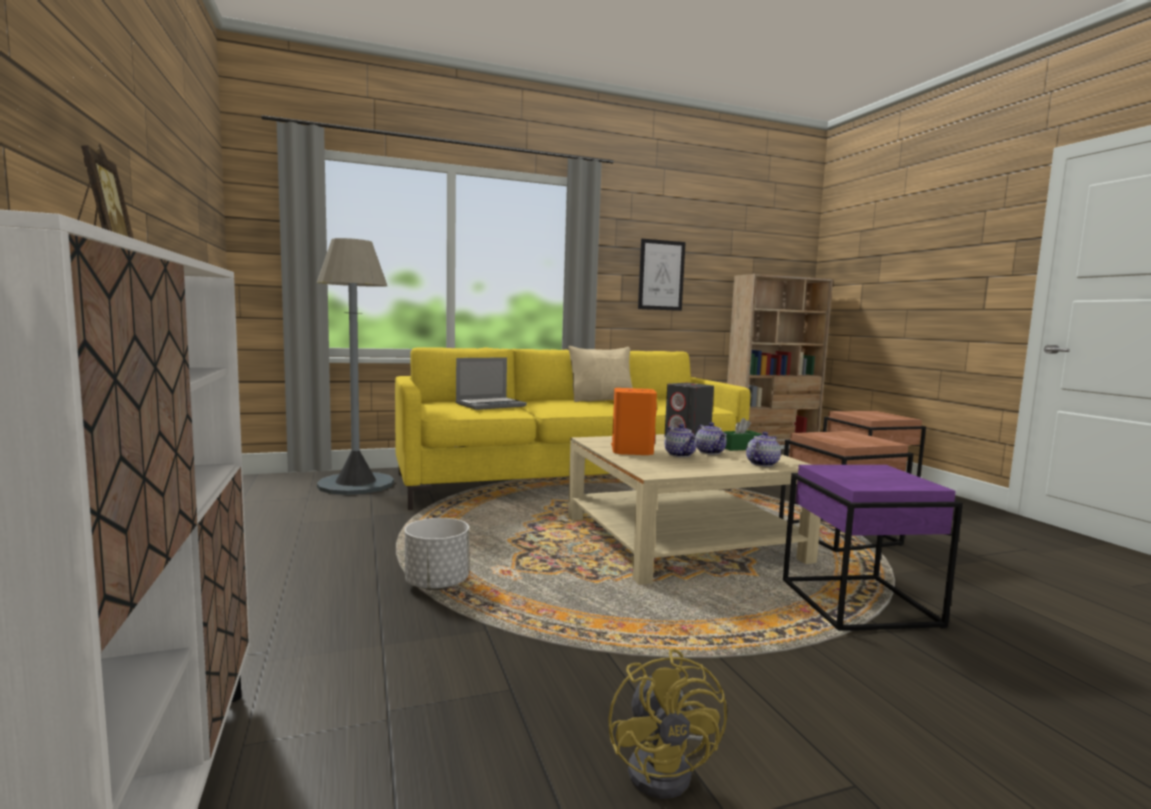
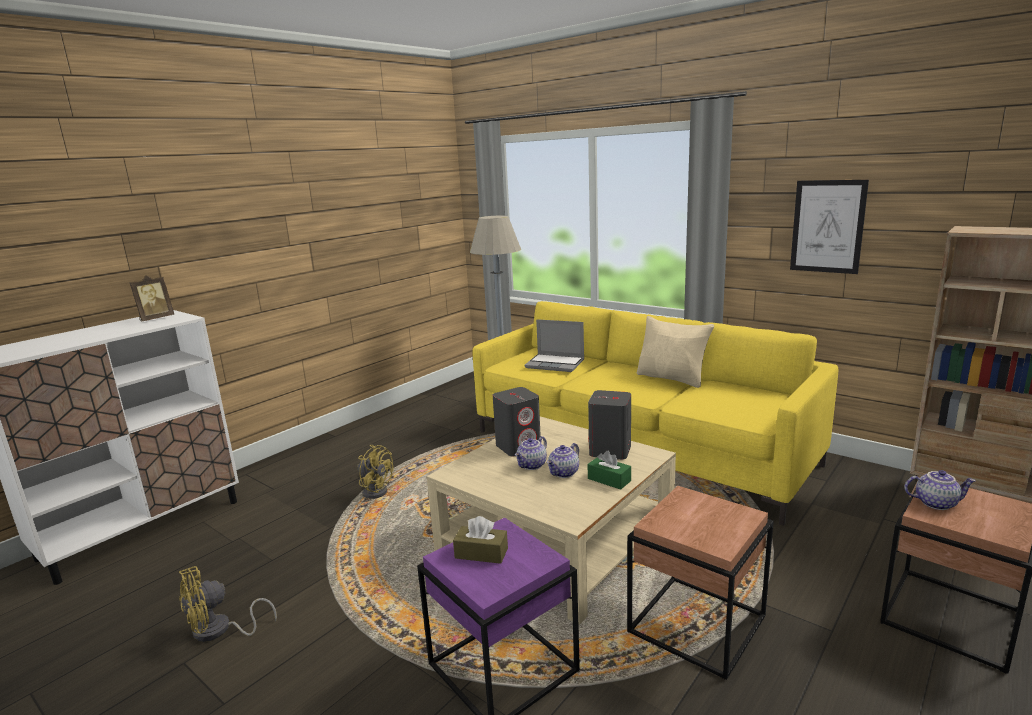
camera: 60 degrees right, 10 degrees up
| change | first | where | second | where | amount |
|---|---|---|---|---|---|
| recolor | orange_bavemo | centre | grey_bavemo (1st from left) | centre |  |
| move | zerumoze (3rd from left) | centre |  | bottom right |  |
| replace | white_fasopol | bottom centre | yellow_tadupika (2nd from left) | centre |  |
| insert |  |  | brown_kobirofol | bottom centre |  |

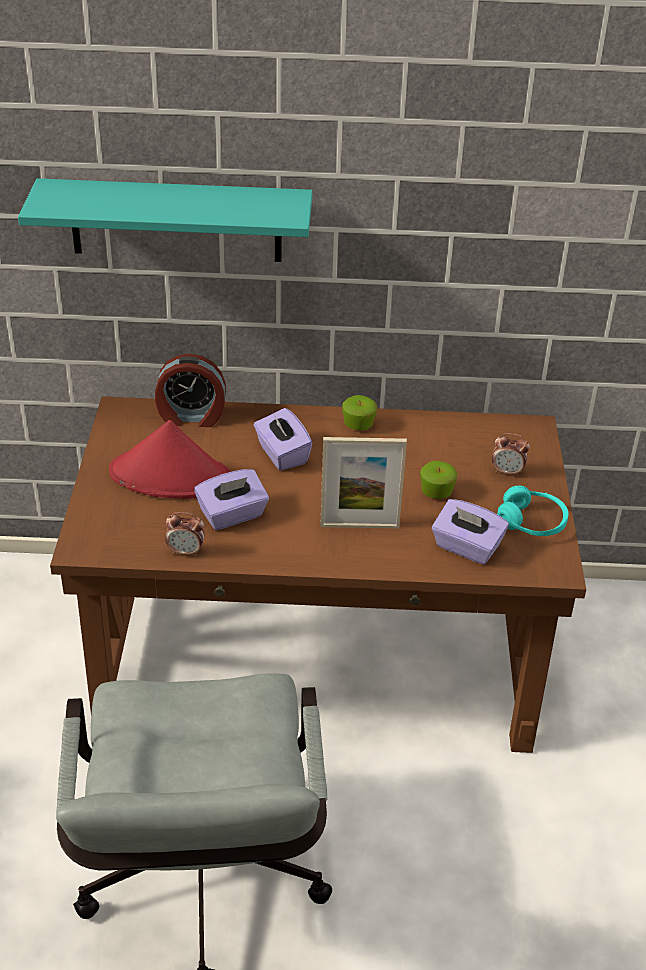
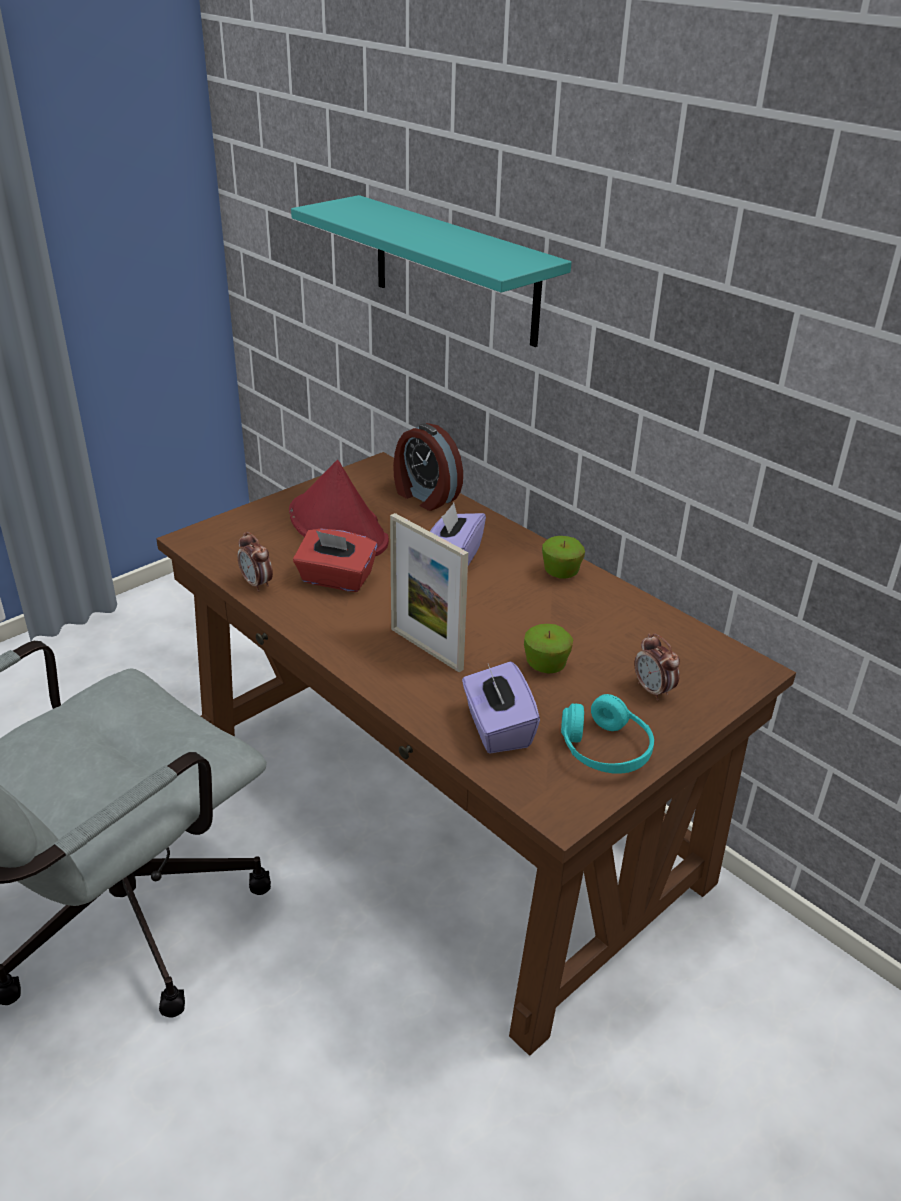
camera: 45 degrees right, 5 degrees down
| change | first | where | second | where | amount |
|---|---|---|---|---|---|
| recolor | purple_kobirofol (1st from left) | centre | red_kobirofol | centre |  |

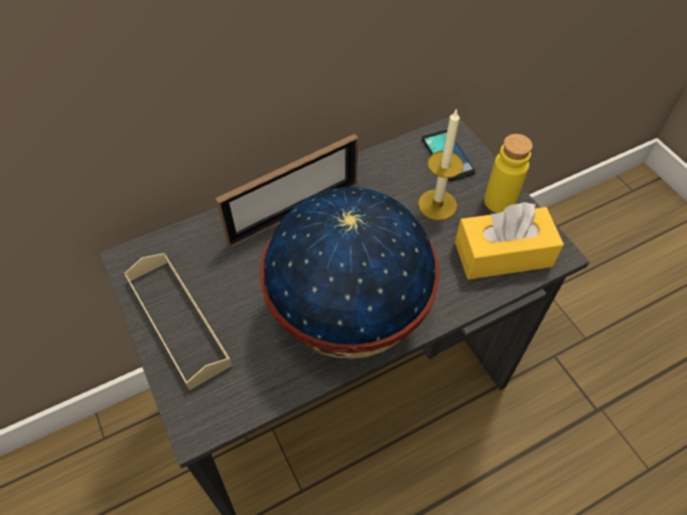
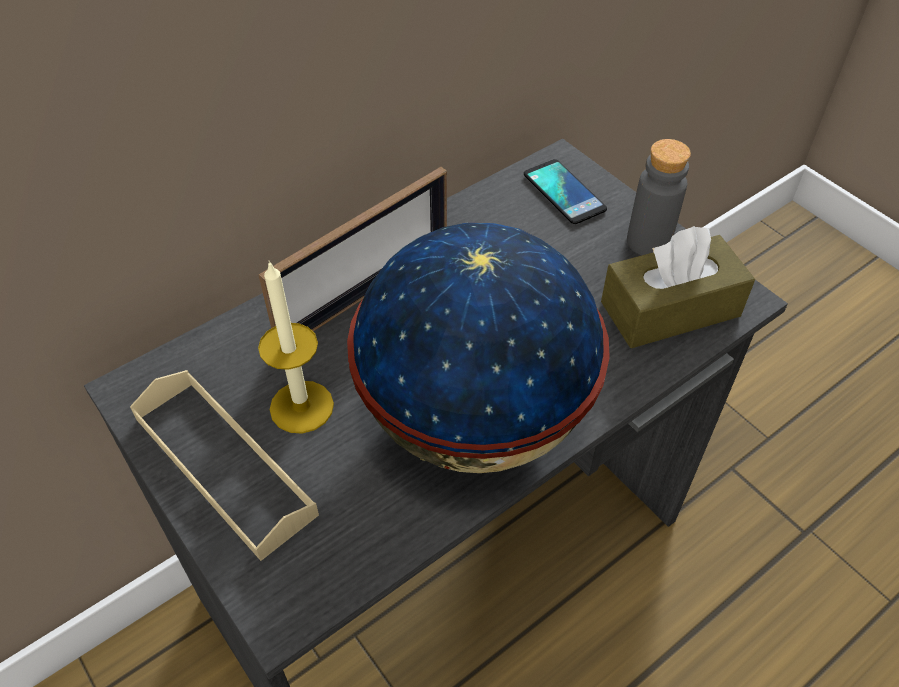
camera: 10 degrees left, 5 degrees down
| change | first | where | second | where | amount |
|---|---|---|---|---|---|
| move | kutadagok | top centre |  | middle left |  |
| recolor | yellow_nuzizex | middle right | grey_nuzizex | top right |  |
| recolor | yellow_kobirofol | middle right | brown_kobirofol | middle right |  |

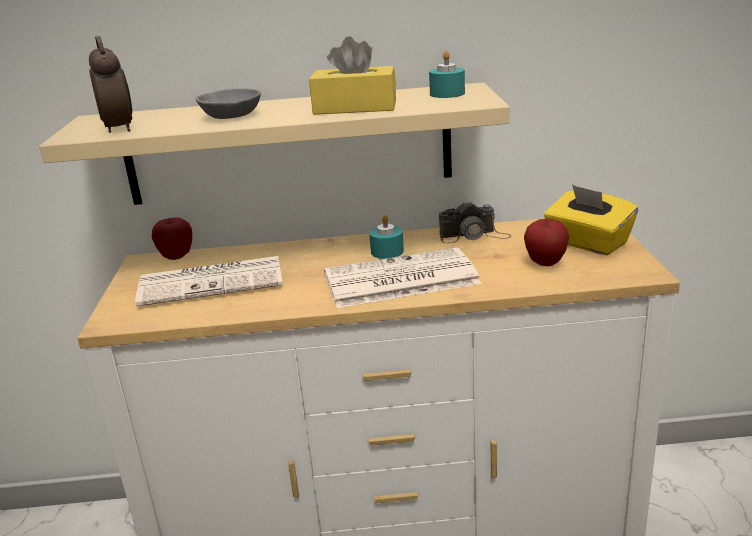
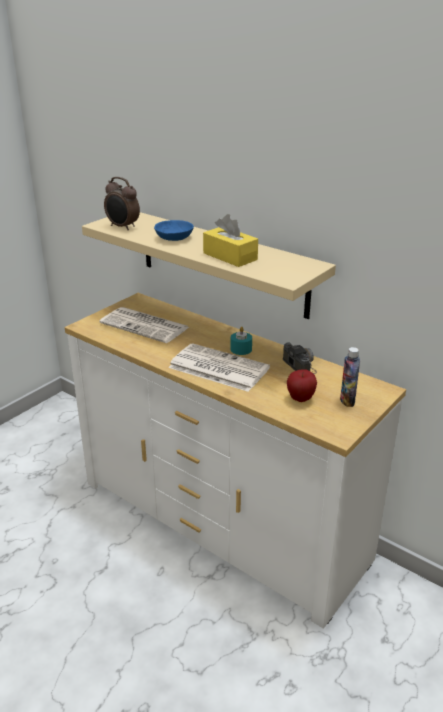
camera: 40 degrees right, 5 degrees up
| change | first | where | second | where | amount |
|---|---|---|---|---|---|
| rotate | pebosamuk | top left |  | top left | 105 degrees clockwise |
| delete | turquoise_kutadagok (2nd from left) | top centre |  |  |  |
| recolor | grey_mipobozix | top left | blue_mipobozix | top centre |  |
| replace | yellow_kobirofol (2nd from left) | middle right | nuzizex | middle right |  |
| rotate | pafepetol | centre |  | middle right | 150 degrees counterclockwise |
| delete | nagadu (1st from left) | middle left |  |  |  |

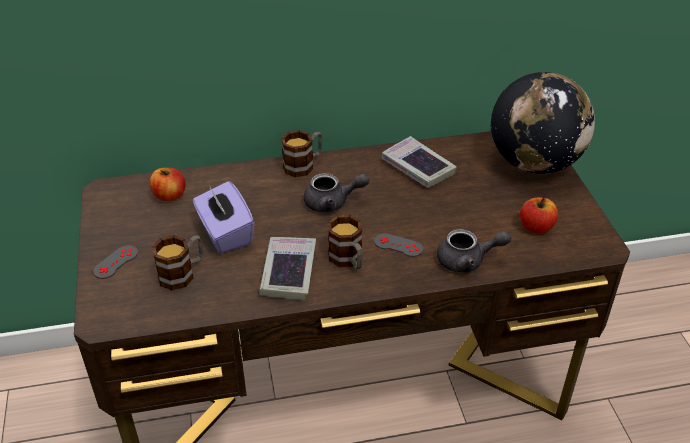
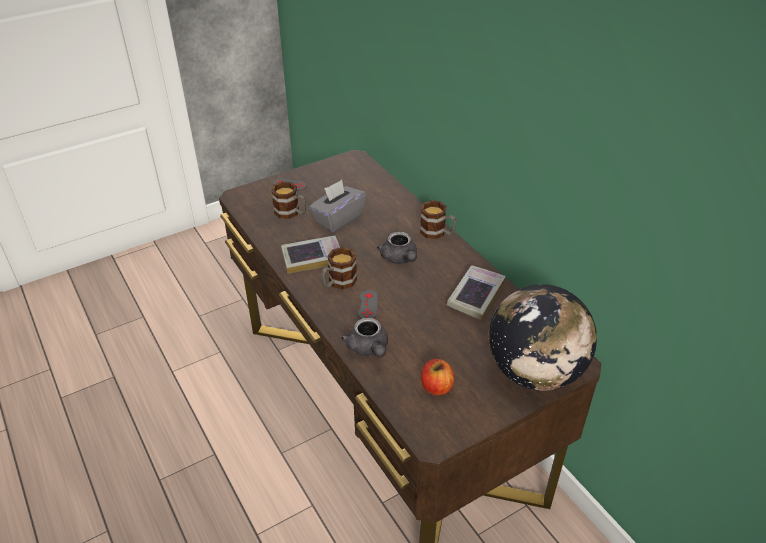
camera: 70 degrees right, 0 degrees up
| change | first | where | second | where | amount |
|---|---|---|---|---|---|
| delete | nagadu (1st from left) | middle left |  |  |  |
| recolor | purple_kobirofol | middle left | grey_kobirofol | centre |  |

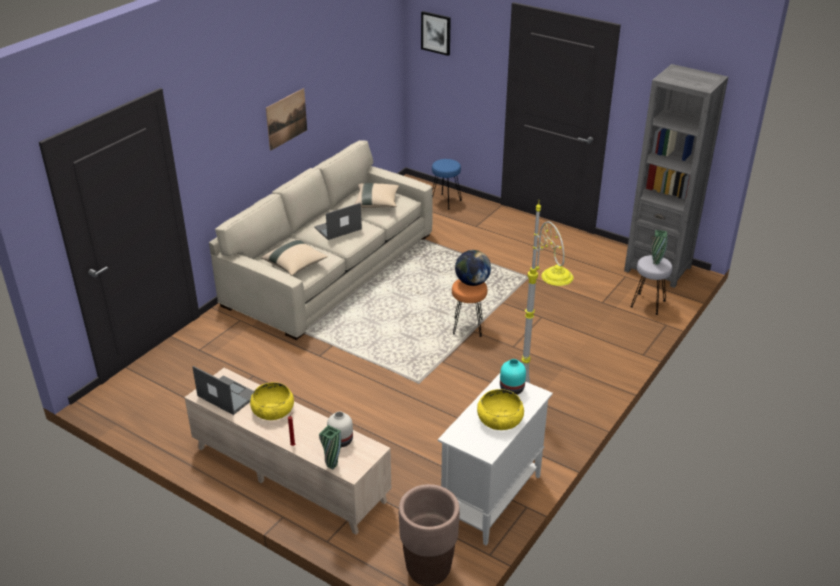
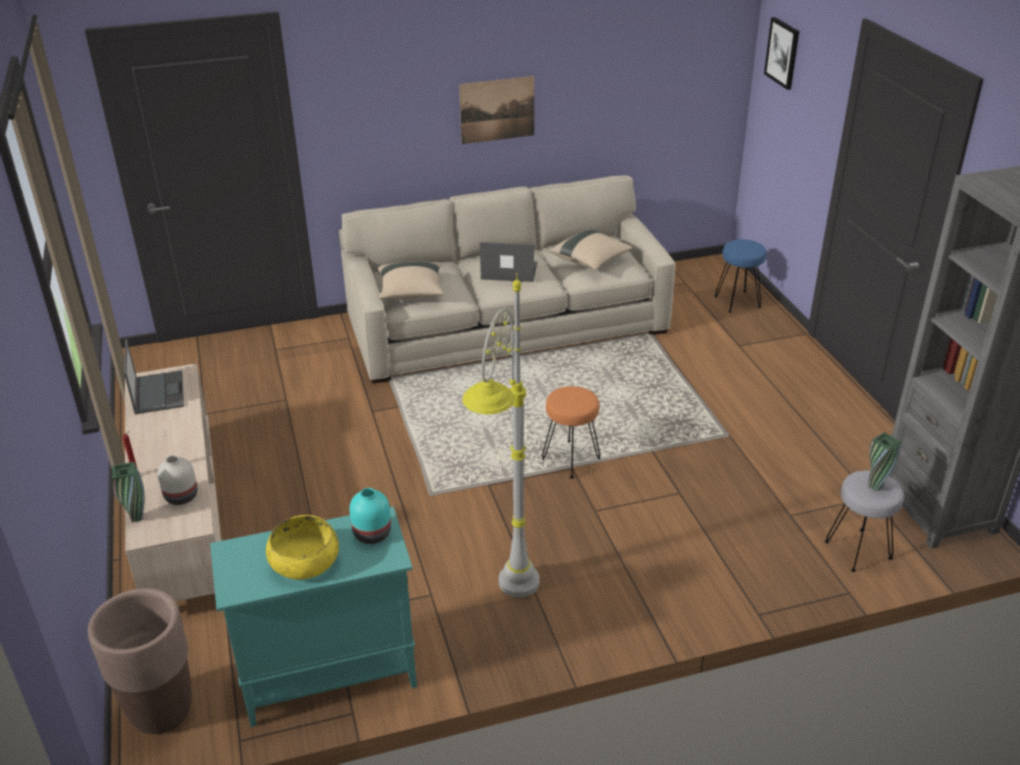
camera: 40 degrees right, 0 degrees up
| change | first | where | second | where | amount |
|---|---|---|---|---|---|
| delete | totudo | centre |  |  |  |
| recolor | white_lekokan | bottom centre | turquoise_lekokan | bottom left |  |
| delete | yellow_mipobozix (1st from left) | bottom left |  |  |  |

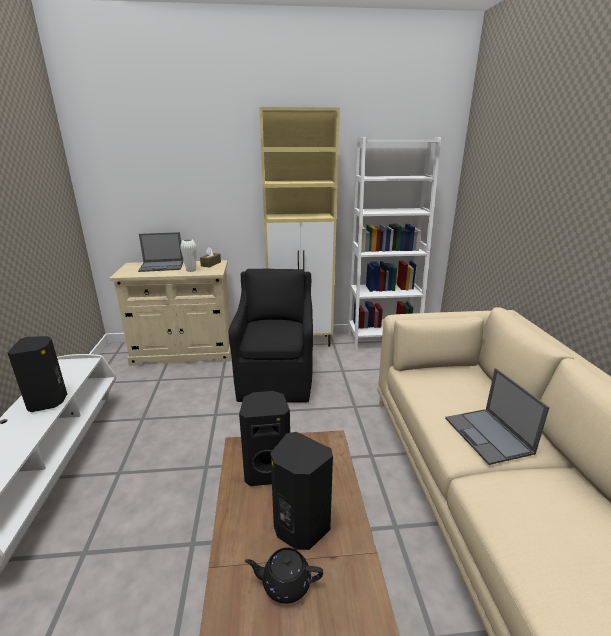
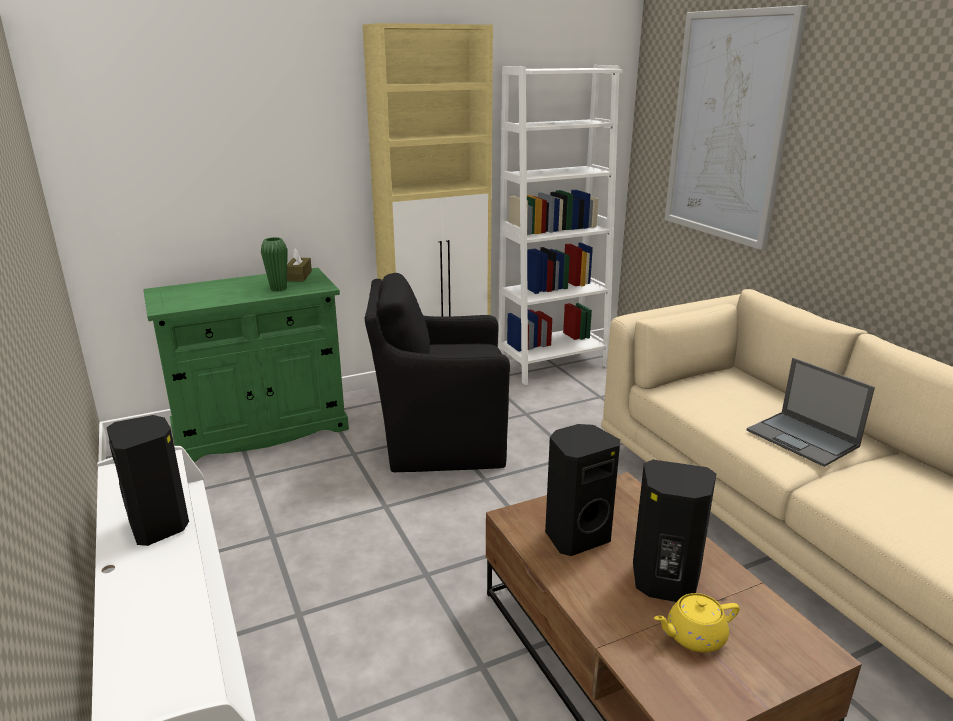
camera: 20 degrees left, 0 degrees up
| change | first | where | second | where | amount |
|---|---|---|---|---|---|
| delete | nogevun (1st from left) | middle left |  |  |  |
| recolor | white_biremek | middle left | green_biremek | middle left |  |
| recolor | beige_lekokan (1st from left) | middle left | green_lekokan | middle left |  |
| rotate | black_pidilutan | centre |  | centre | 75 degrees counterclockwise |
| recolor | black_zerumoze | bottom centre | yellow_zerumoze | bottom right |  |
| insert |  |  | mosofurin | top right |  |

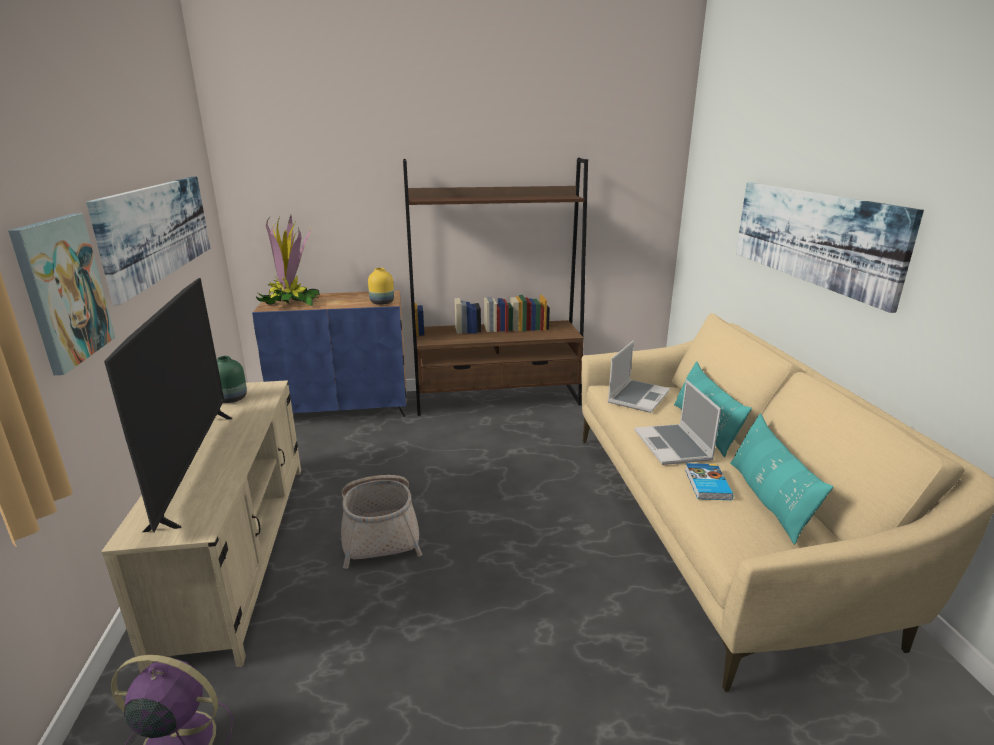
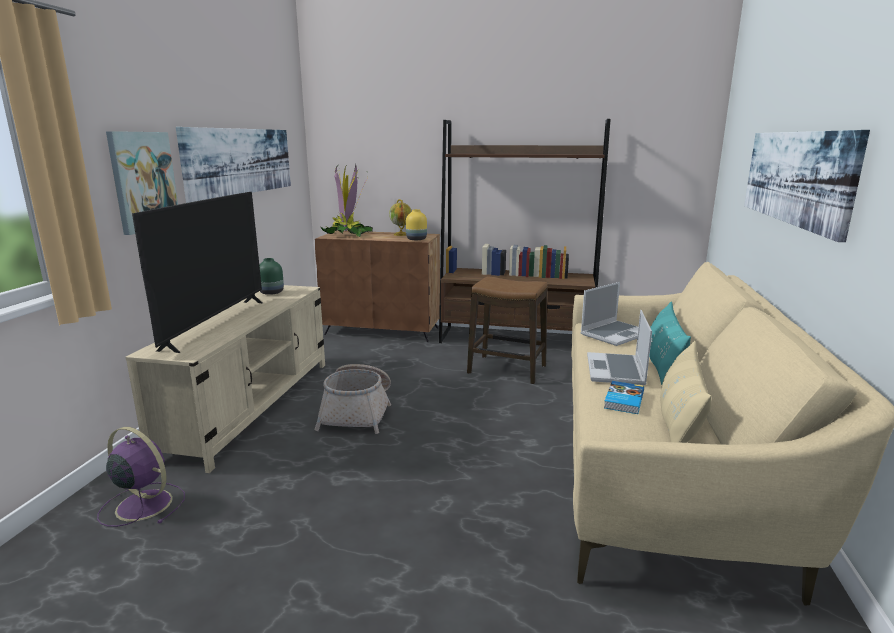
camera: 20 degrees right, 5 degrees down
| change | first | where | second | where | amount |
|---|---|---|---|---|---|
| recolor | blue_lekokan | middle left | brown_lekokan | centre |  |
| recolor | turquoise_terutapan (2nd from left) | middle right | beige_terutapan | middle right |  |
| insert |  |  | totudo | centre |  |
| insert |  |  | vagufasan | centre |  |

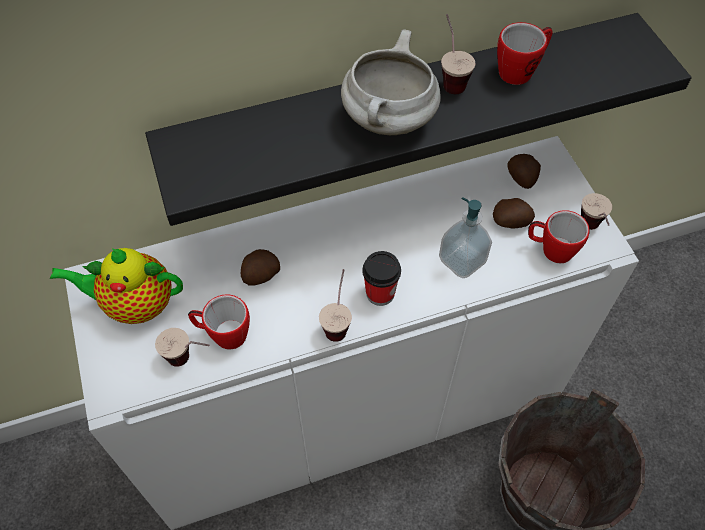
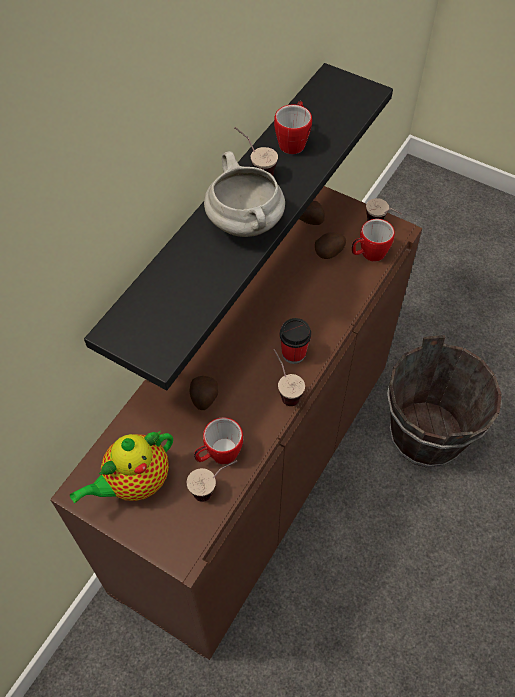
camera: 40 degrees left, 0 degrees up
| change | first | where | second | where | amount |
|---|---|---|---|---|---|
| recolor | white_lekokan | centre | brown_lekokan | centre |  |
| delete | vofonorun | centre |  |  |  |

